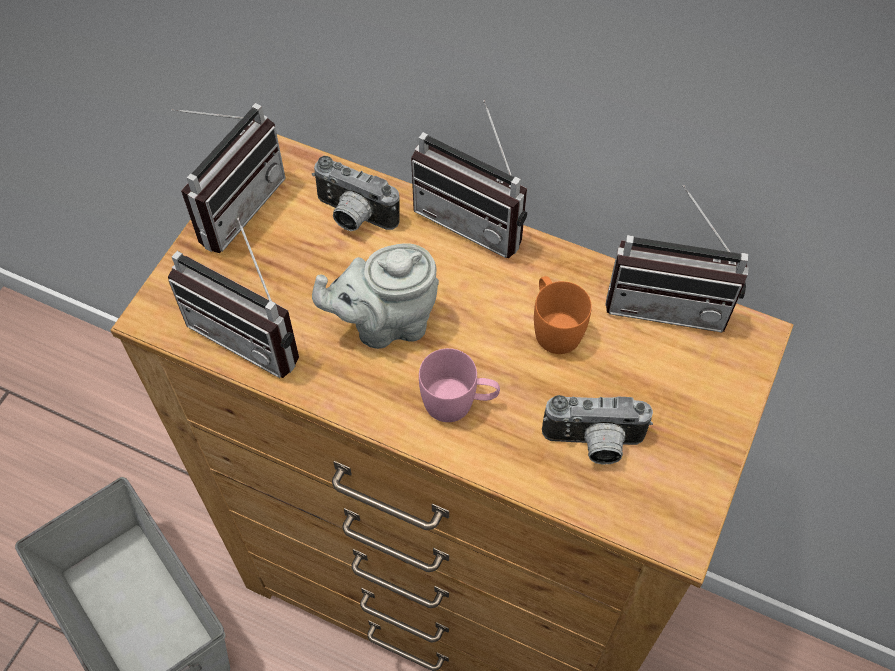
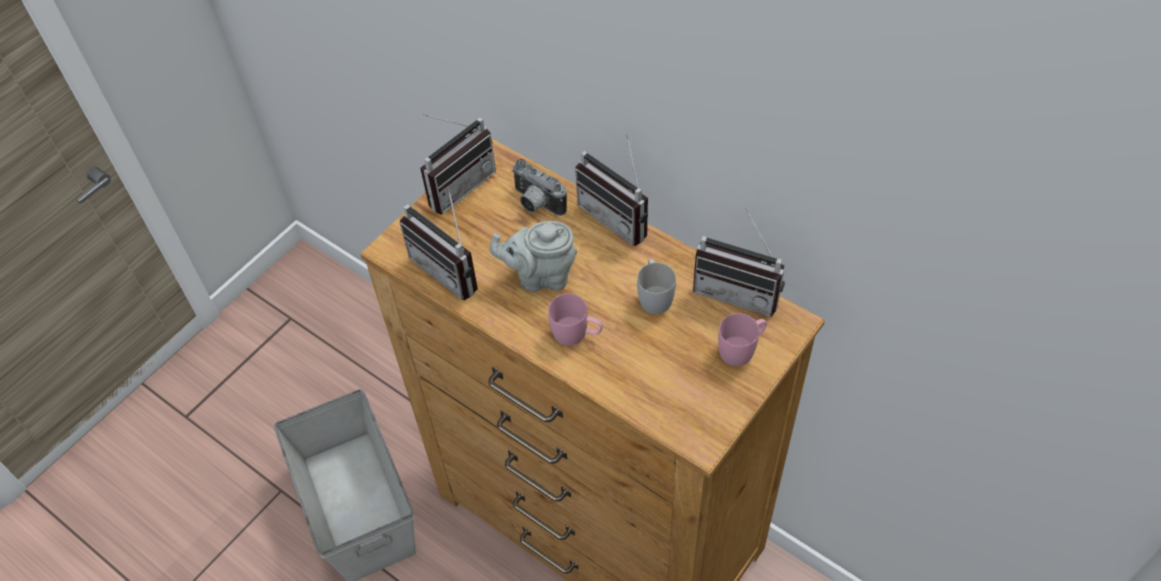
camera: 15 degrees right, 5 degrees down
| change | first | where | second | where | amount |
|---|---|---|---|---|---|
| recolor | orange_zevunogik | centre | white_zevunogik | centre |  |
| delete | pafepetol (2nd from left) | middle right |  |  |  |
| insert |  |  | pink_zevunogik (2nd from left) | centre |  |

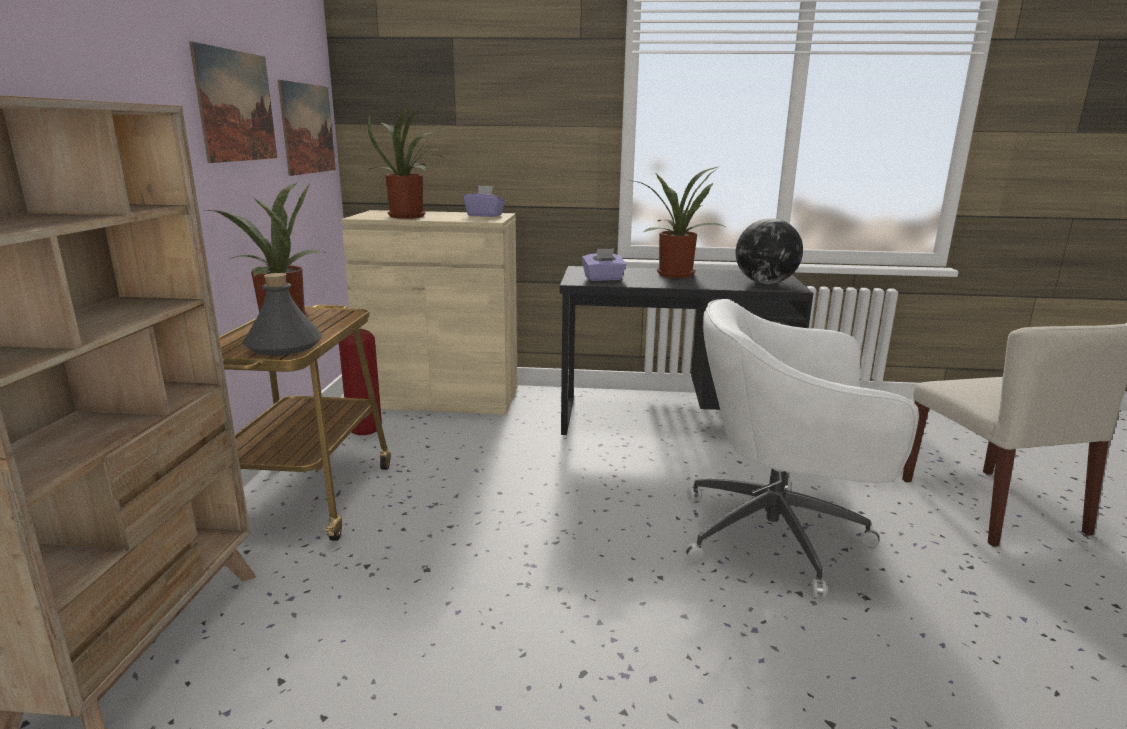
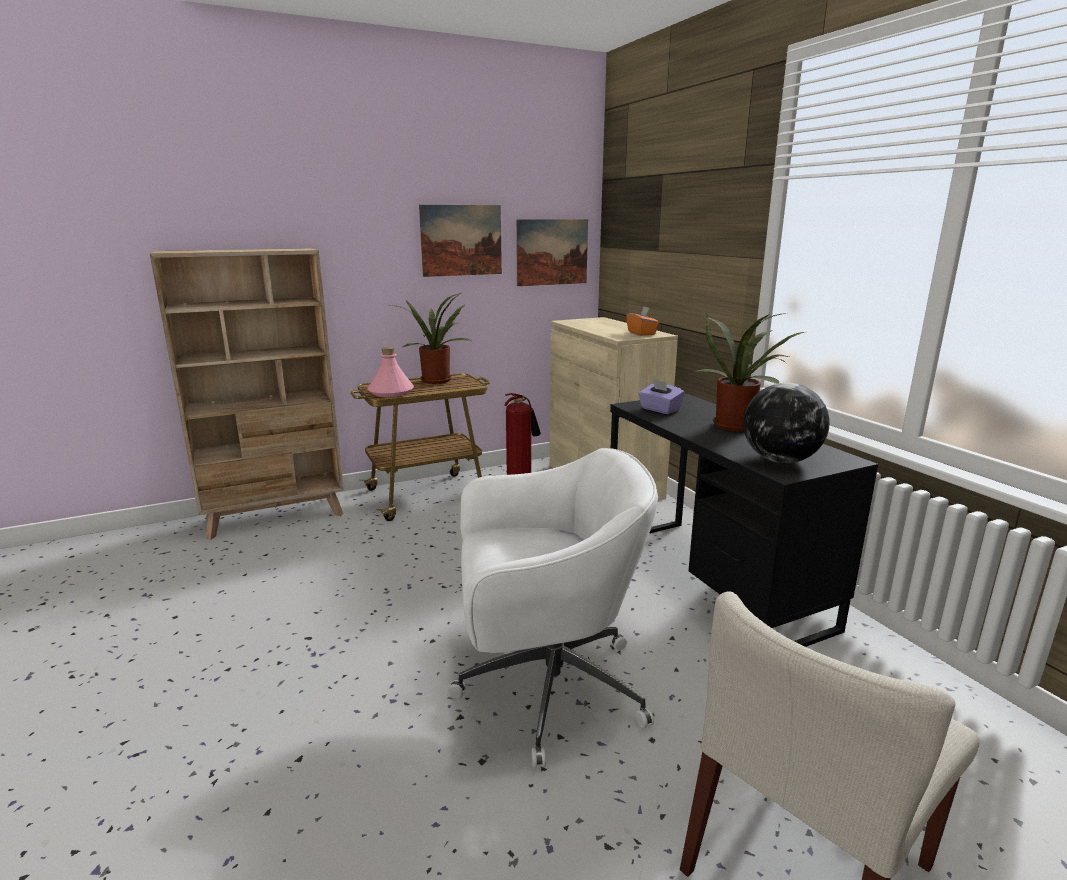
camera: 60 degrees right, 0 degrees up
| change | first | where | second | where | amount |
|---|---|---|---|---|---|
| delete | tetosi (2nd from left) | top centre |  |  |  |
| recolor | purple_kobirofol (1st from left) | top centre | orange_kobirofol | centre |  |
| recolor | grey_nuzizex | middle left | pink_nuzizex | centre |  |
| rotate | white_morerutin | middle right |  | bottom centre | 105 degrees clockwise |

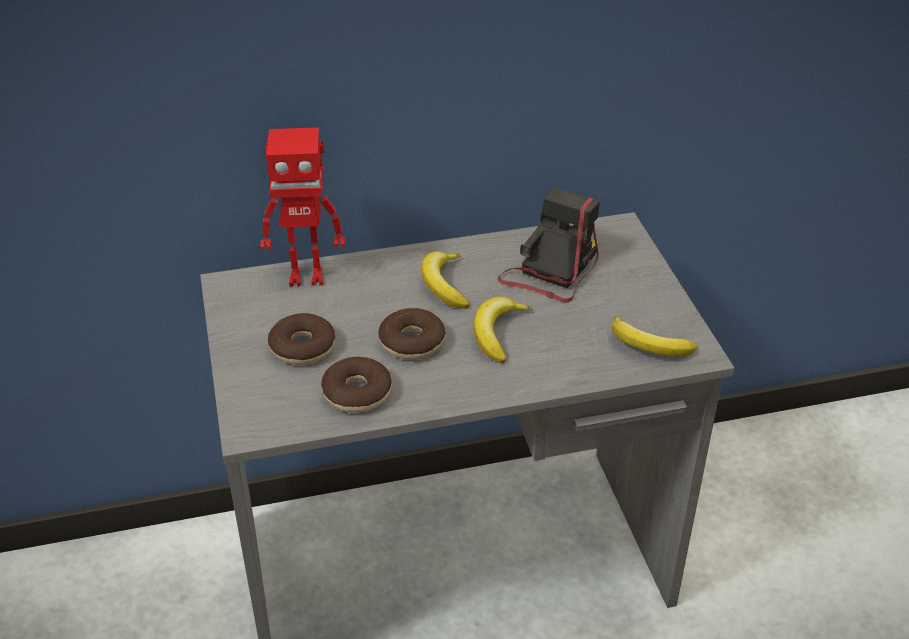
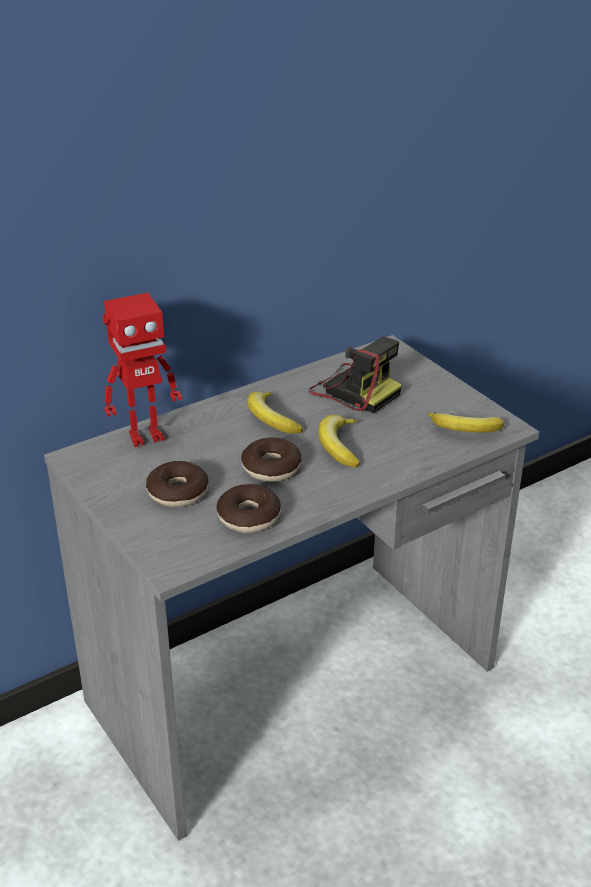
camera: 20 degrees left, 5 degrees down
| change | first | where | second | where | amount |
|---|---|---|---|---|---|
| rotate | pafepetol | centre |  | centre | 120 degrees clockwise |

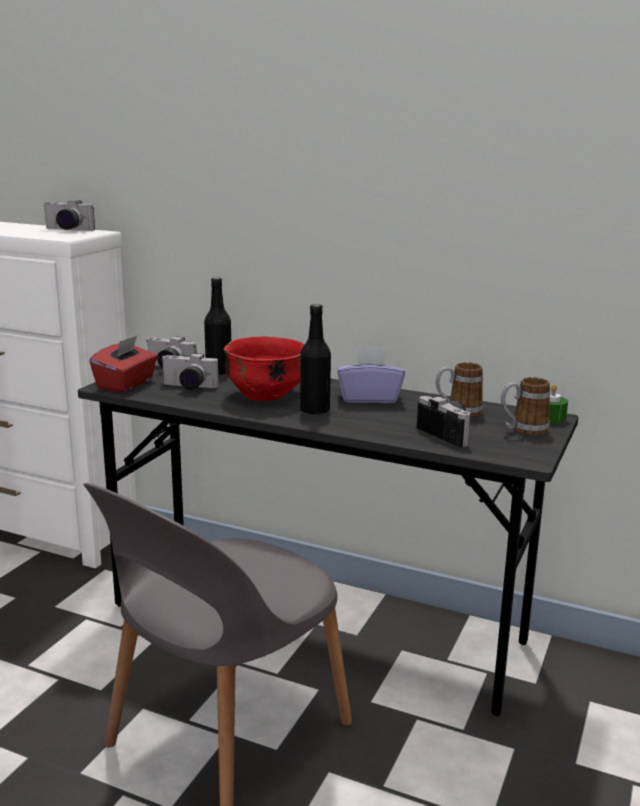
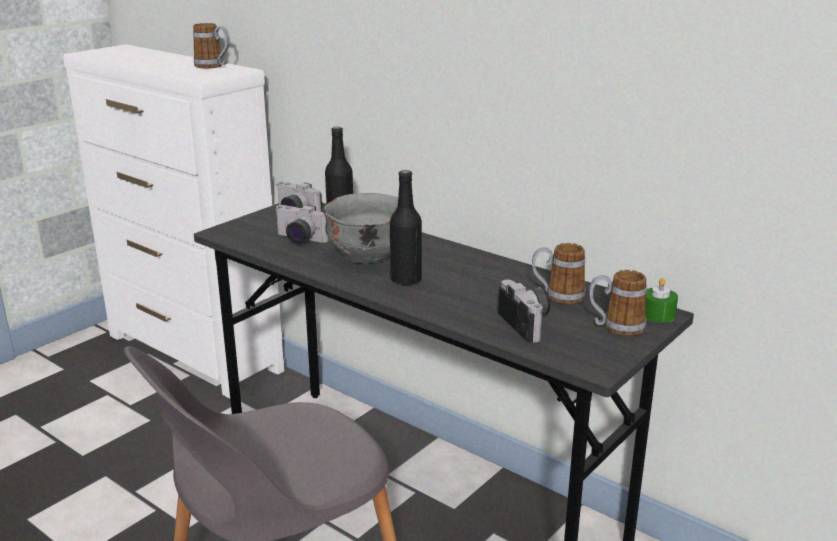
camera: 15 degrees right, 5 degrees up
| change | first | where | second | where | amount |
|---|---|---|---|---|---|
| replace | pafepetol (1st from left) | top left | zevunogik (1st from left) | top left |  |
| delete | red_kobirofol | middle left |  |  |  |
| recolor | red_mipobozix | centre | grey_mipobozix | centre |  |
| delete | purple_kobirofol | centre |  |  |  |

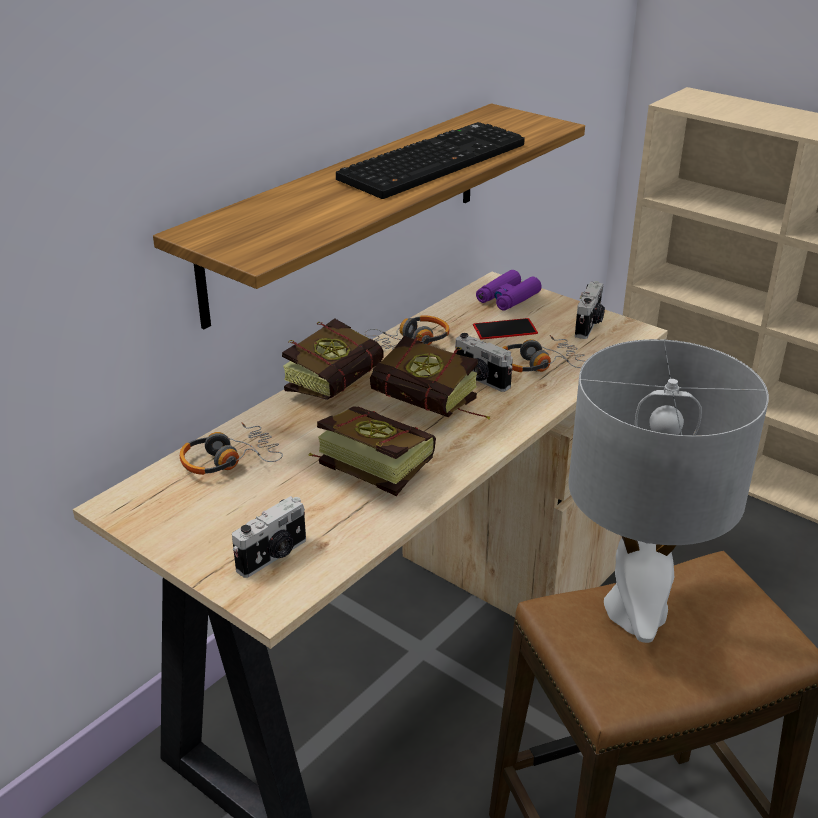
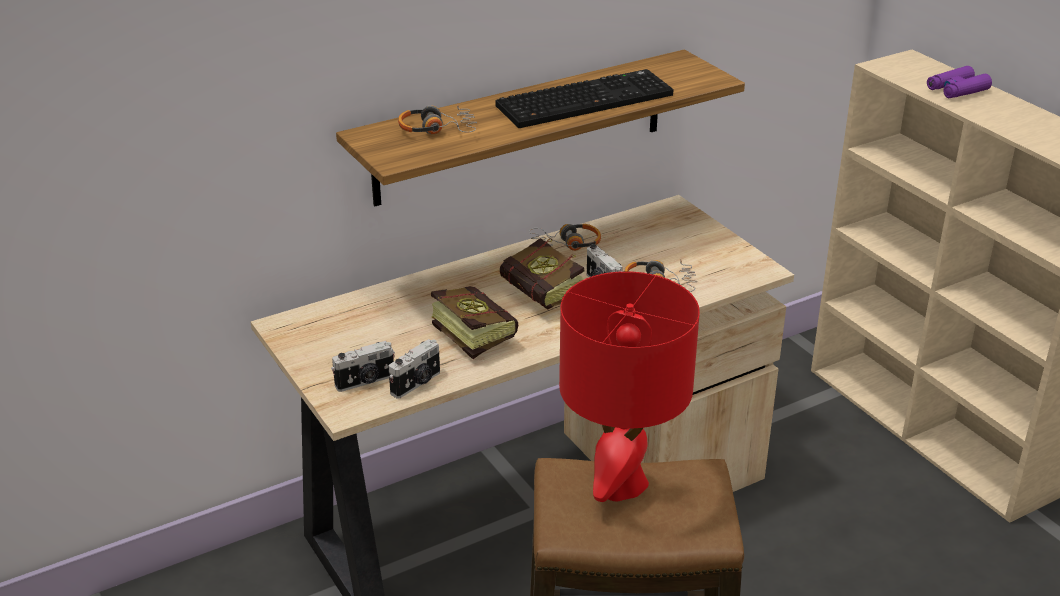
camera: 20 degrees right, 0 degrees up
| change | first | where | second | where | amount |
|---|---|---|---|---|---|
| move | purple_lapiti | centre |  | top right |  |
| move | pafepetol (3rd from left in the first image) | middle right | pafepetol (2nd from left) | centre |  |
| delete | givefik (1st from left) | centre |  |  |  |
| delete | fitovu | centre |  |  |  |
| recolor | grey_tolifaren | middle right | red_tolifaren | centre |  |
| move | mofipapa (1st from left) | middle left |  | top centre |  |

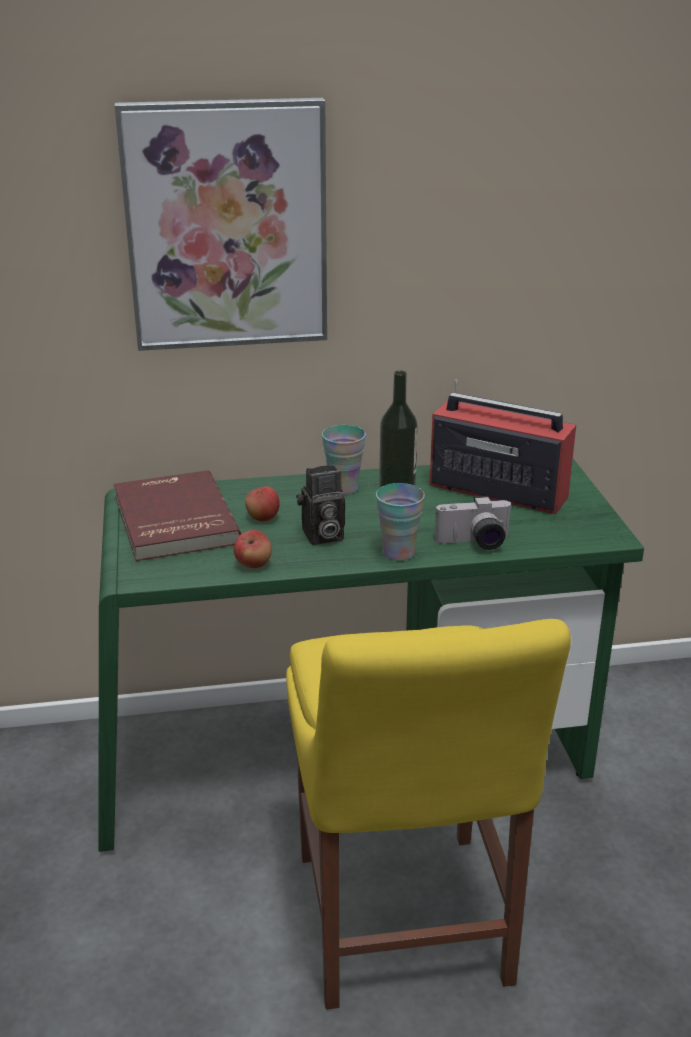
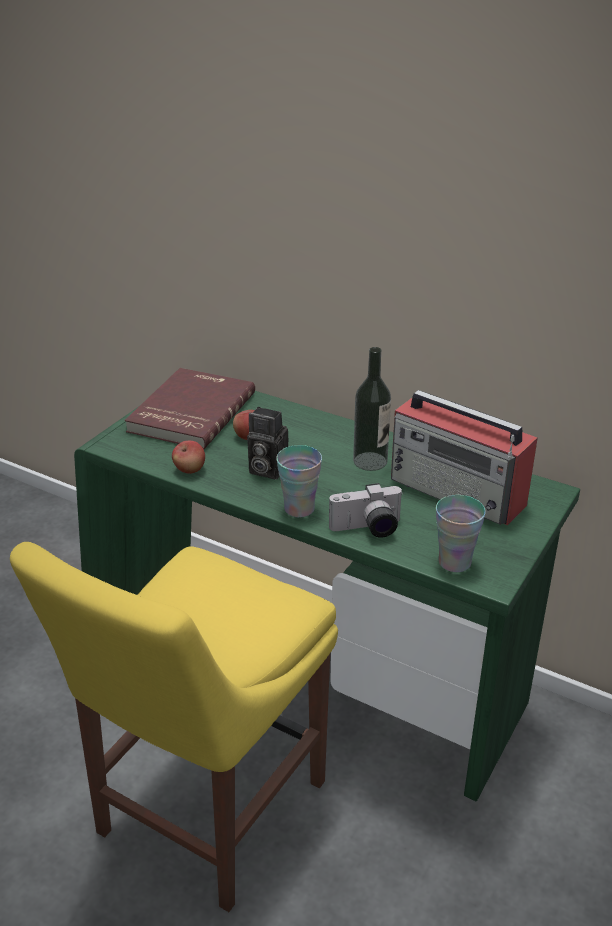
camera: 40 degrees right, 5 degrees up
| change | first | where | second | where | amount |
|---|---|---|---|---|---|
| delete | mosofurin | top left |  |  |  |
| rotate | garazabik | middle right |  | middle right | 150 degrees clockwise |
| move | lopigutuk (1st from left in the first image) | centre | lopigutuk (2nd from left) | middle right |  |
| rotate | pafepetol (2nd from left) | middle right |  | centre | 45 degrees counterclockwise |

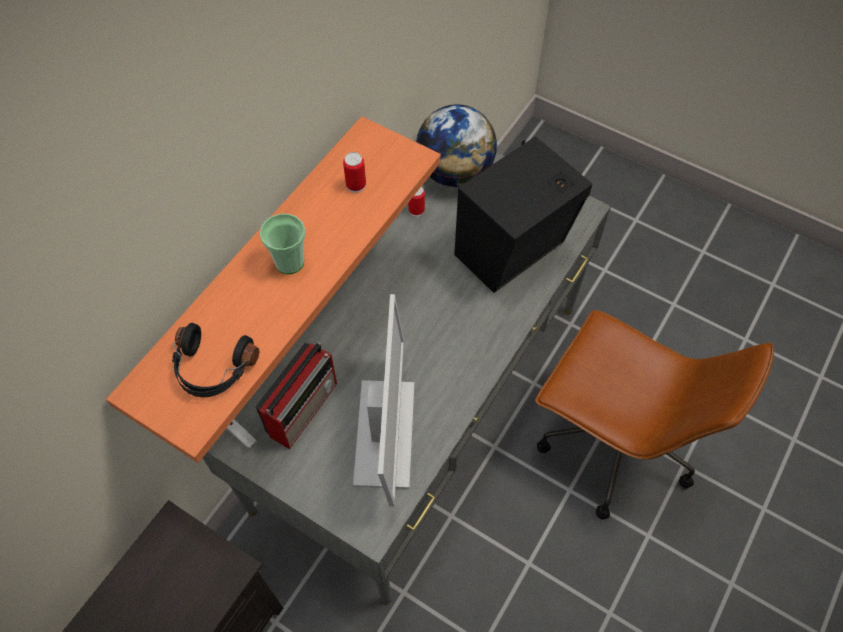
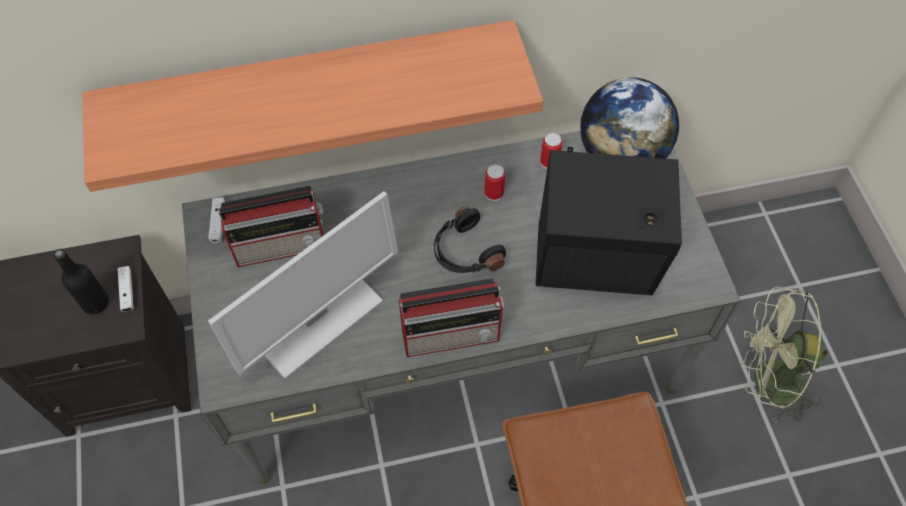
camera: 45 degrees right, 0 degrees up
| change | first | where | second | where | amount |
|---|---|---|---|---|---|
| move | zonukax (1st from left) | top centre |  | centre |  |
| delete | lopigutuk | centre |  |  |  |
| move | black_mofipapa | middle left |  | centre |  |
| insert |  |  | black_nuzizex | middle left |  |
| insert |  |  | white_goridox (1st from left) | middle left |  |
| insert |  |  | garazabik (2nd from left) | centre |  |
| insert |  |  | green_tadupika | bottom right |  |

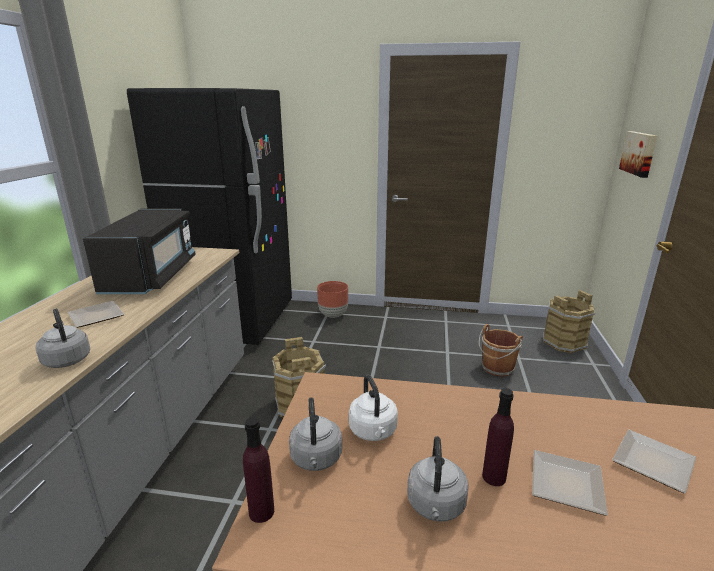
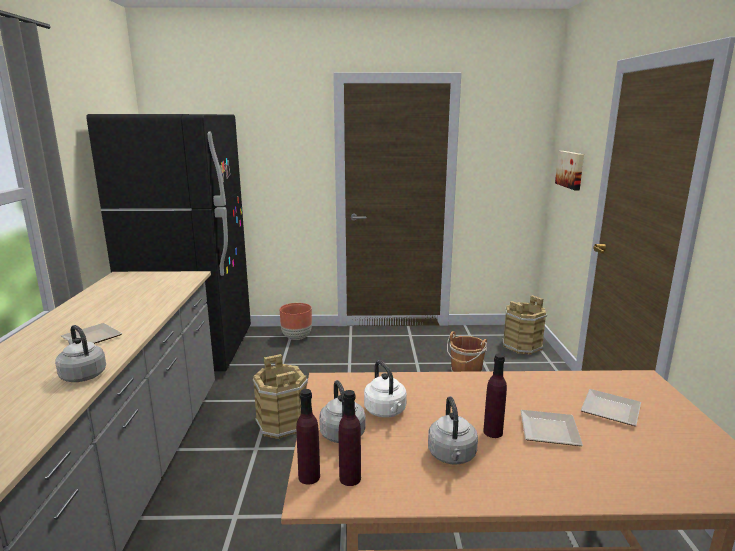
camera: 10 degrees left, 5 degrees down
| change | first | where | second | where | amount |
|---|---|---|---|---|---|
| delete | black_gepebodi | middle left |  |  |  |
| insert |  |  | purple_nuzizex (2nd from left) | bottom centre |  |

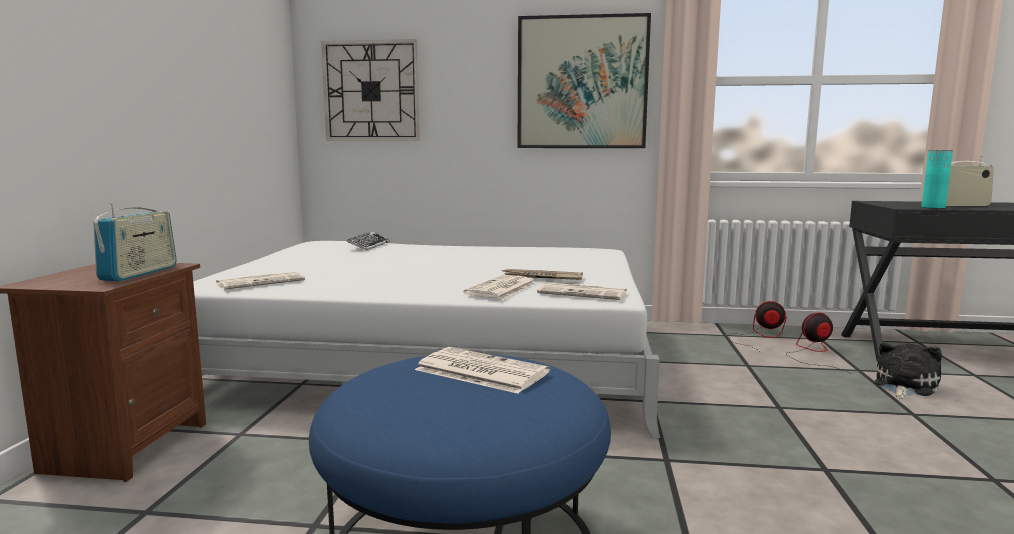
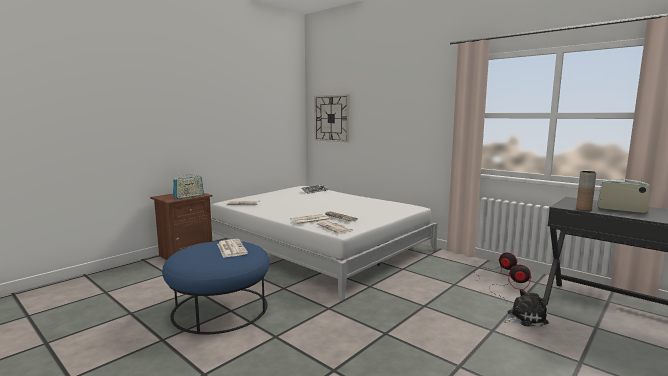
camera: 35 degrees right, 0 degrees up
| change | first | where | second | where | amount |
|---|---|---|---|---|---|
| delete | mosofurin | top centre |  |  |  |
| recolor | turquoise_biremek | middle right | brown_biremek | middle right |  |

